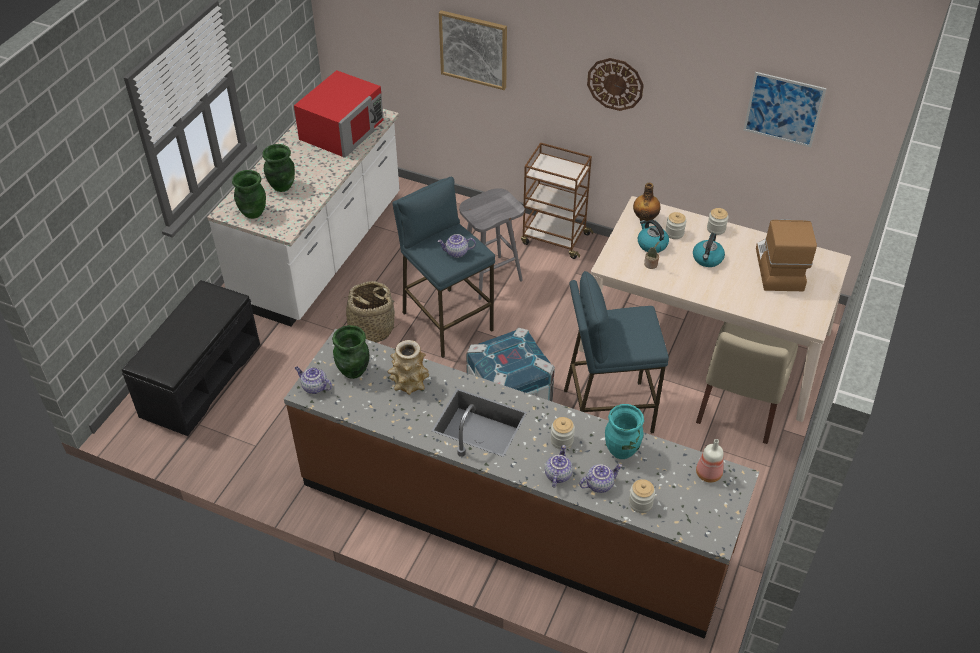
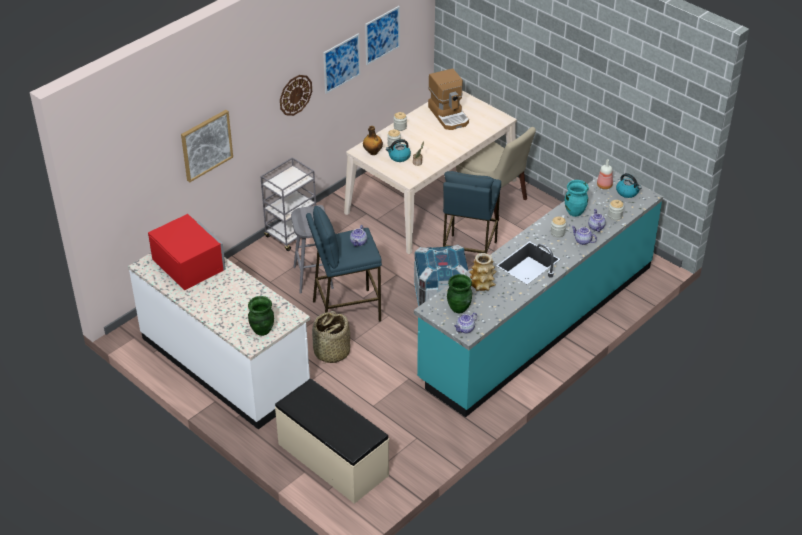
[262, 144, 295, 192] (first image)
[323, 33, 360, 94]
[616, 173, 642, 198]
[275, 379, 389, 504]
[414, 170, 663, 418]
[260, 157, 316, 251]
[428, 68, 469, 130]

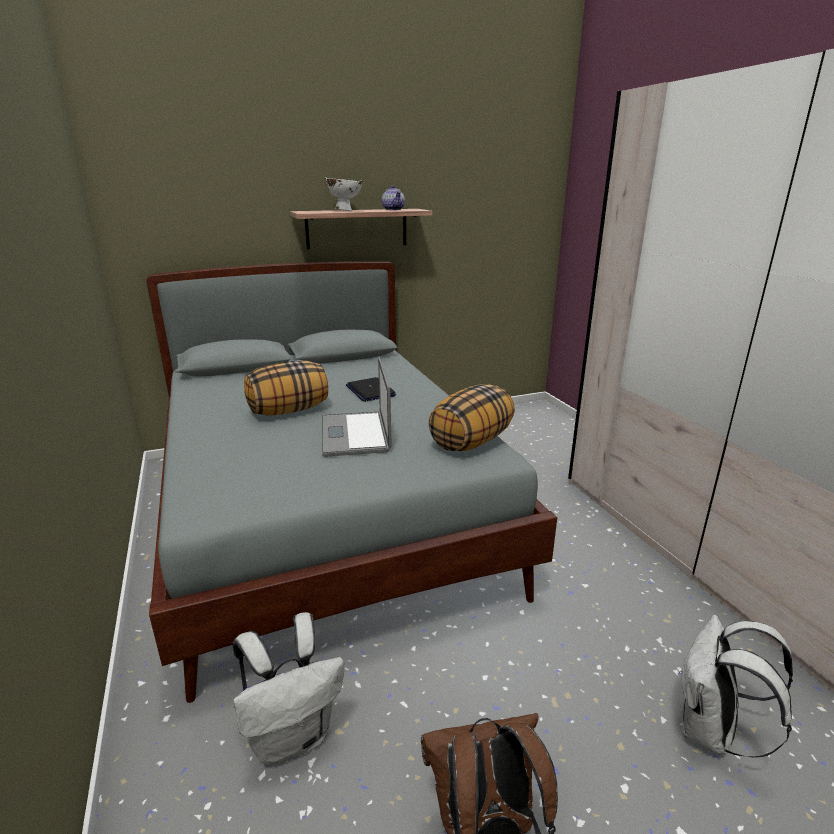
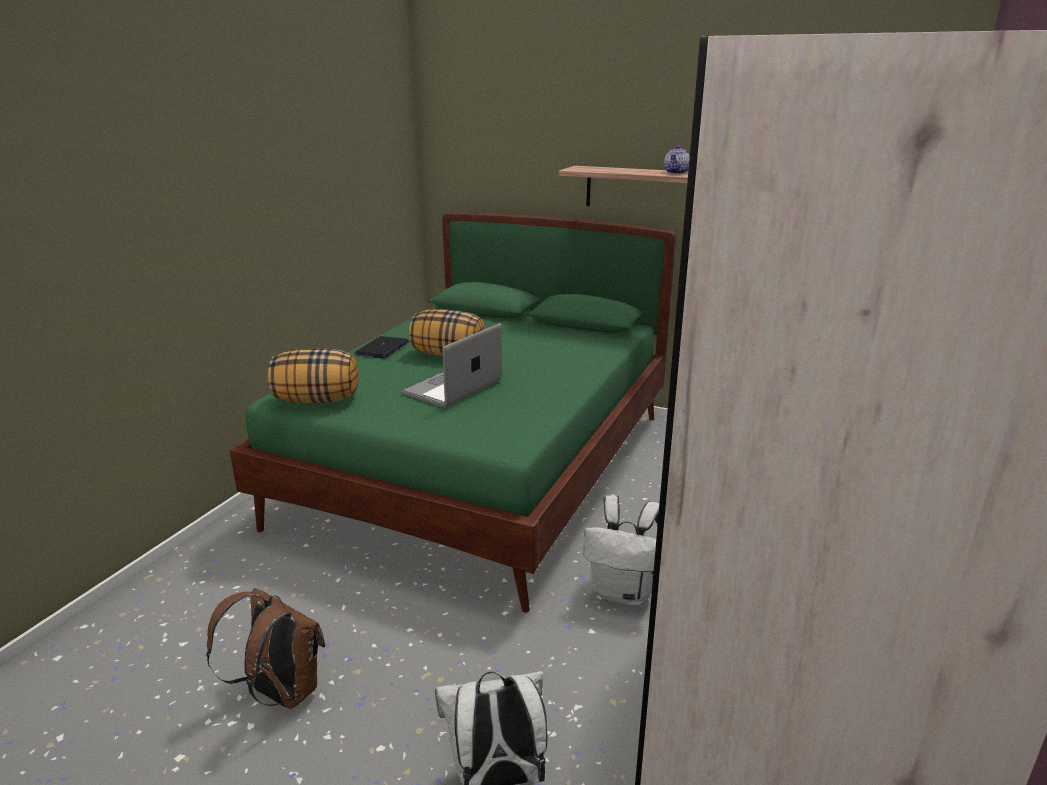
[325, 177, 362, 211] (first image)
[583, 495, 659, 606]
[354, 336, 409, 358]
[268, 349, 359, 403]
[229, 212, 676, 613]

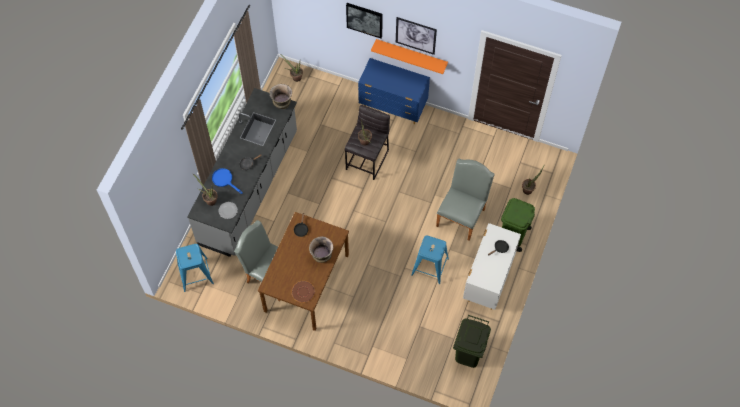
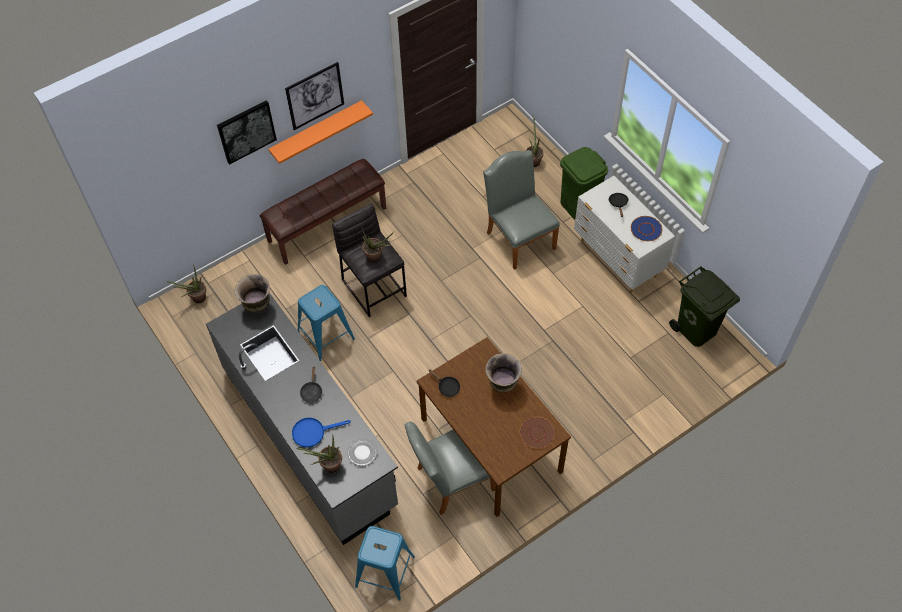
[631, 216, 662, 241]
[298, 285, 355, 361]
[260, 159, 386, 265]

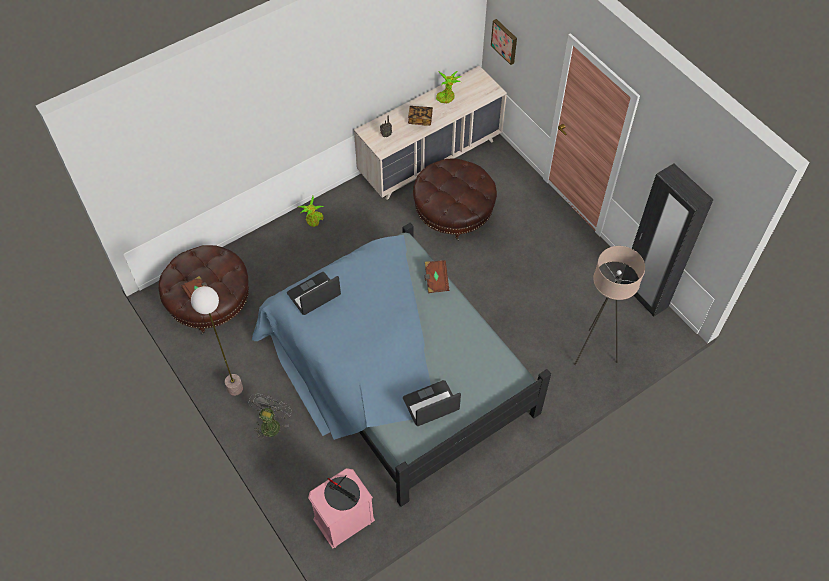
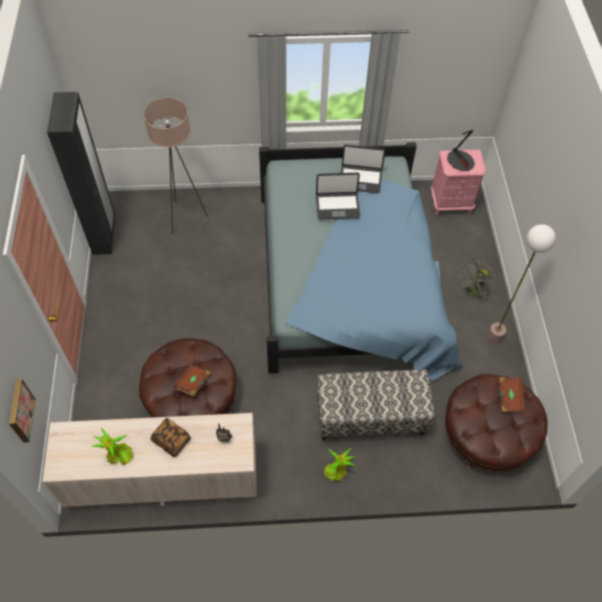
[317, 369, 435, 440]
[316, 173, 360, 219]
[173, 364, 211, 397]

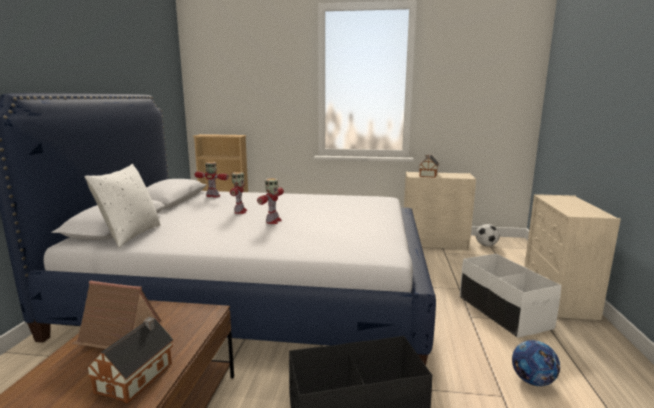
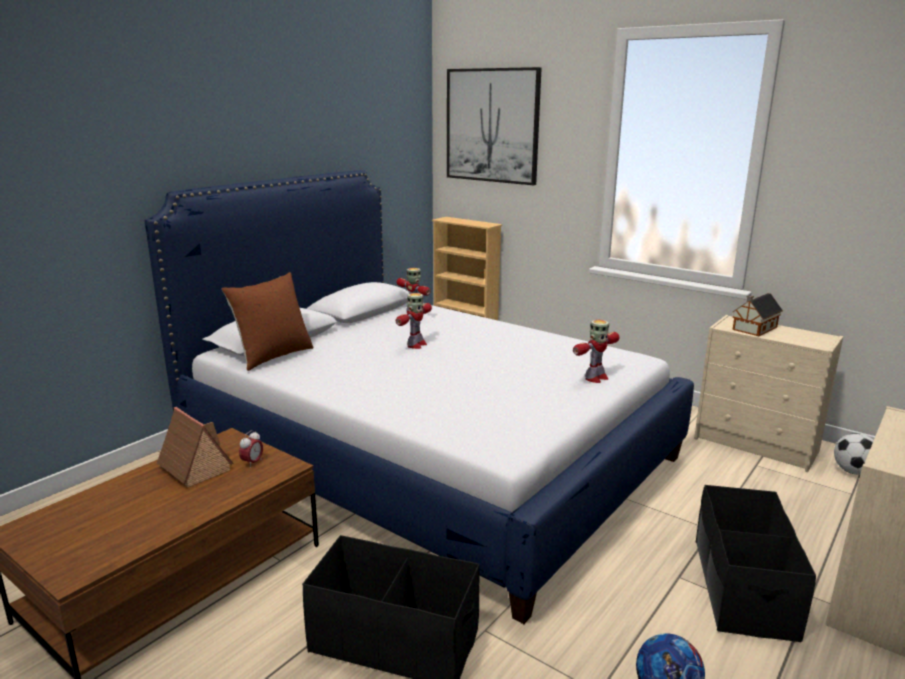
[85, 317, 174, 403] (first image)
[239, 430, 263, 468]
[447, 67, 542, 185]
[573, 320, 620, 383]
[222, 272, 314, 371]
[696, 485, 816, 642]

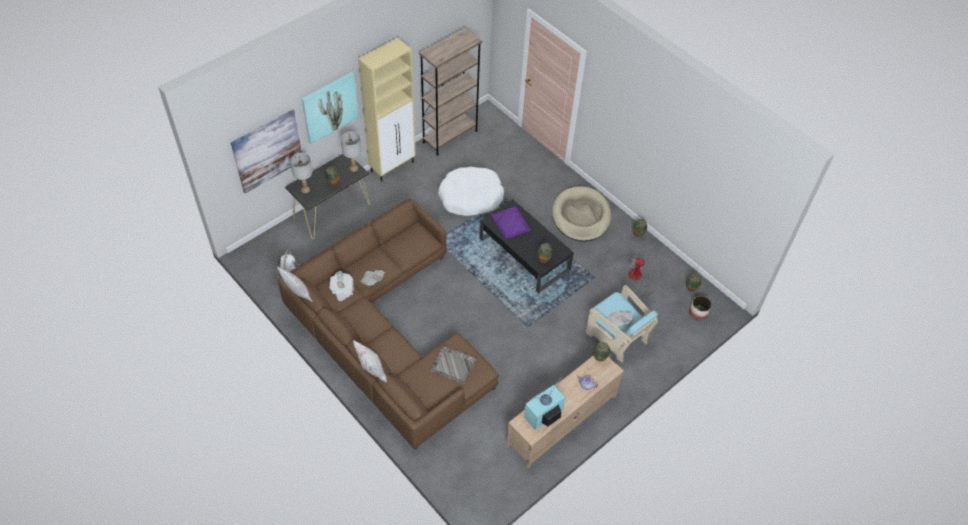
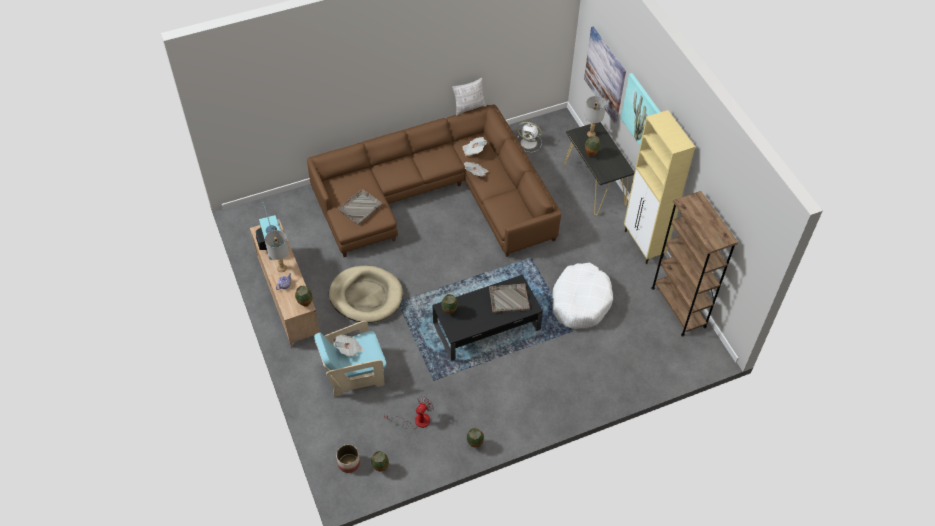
[353, 340, 387, 382] (first image)
[265, 230, 289, 272]
[329, 265, 403, 323]
[489, 284, 530, 313]

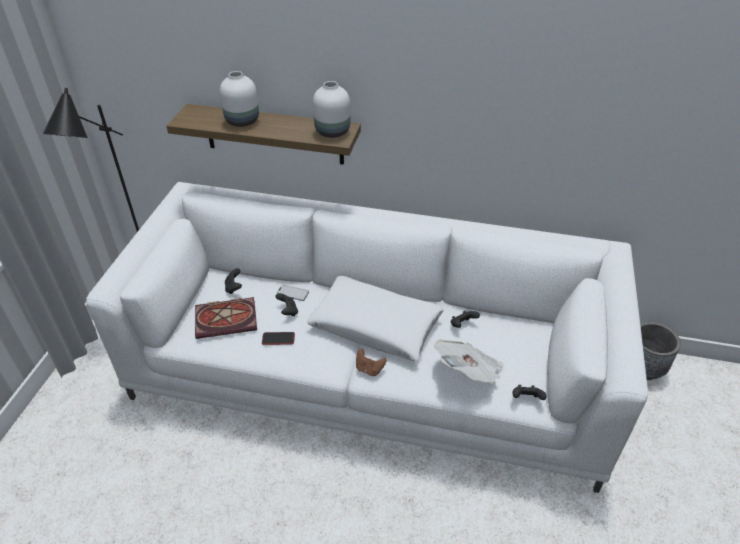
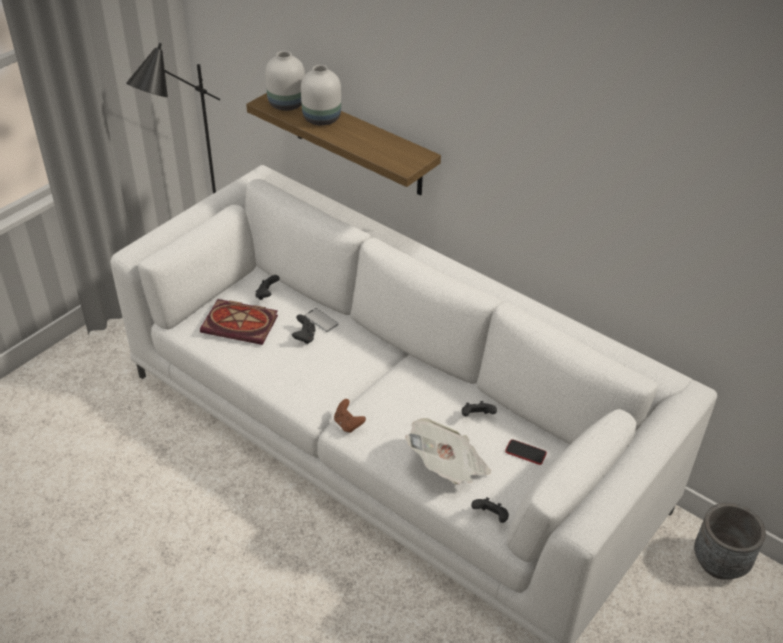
[306, 276, 444, 361] (first image)
[505, 439, 547, 465]
[265, 51, 305, 111]

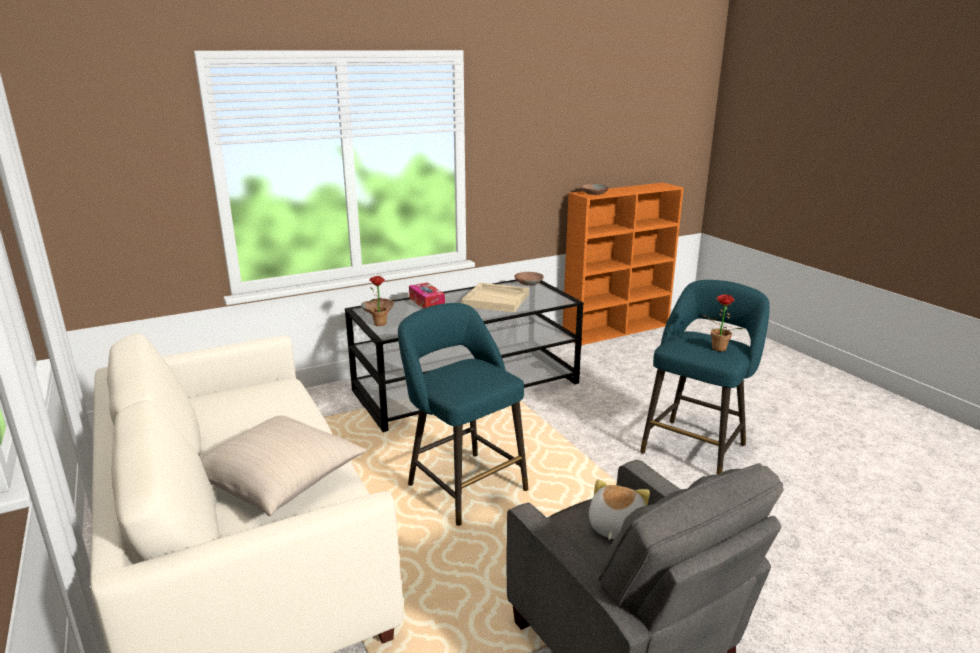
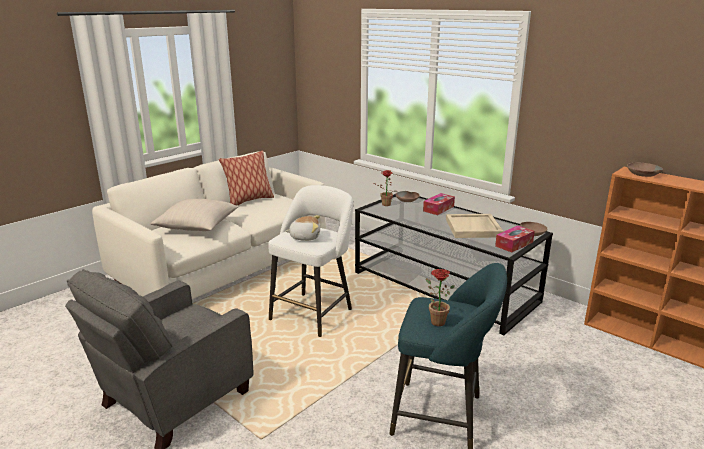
[219, 151, 274, 206]
[495, 226, 535, 252]
[285, 215, 320, 241]
[268, 185, 353, 337]

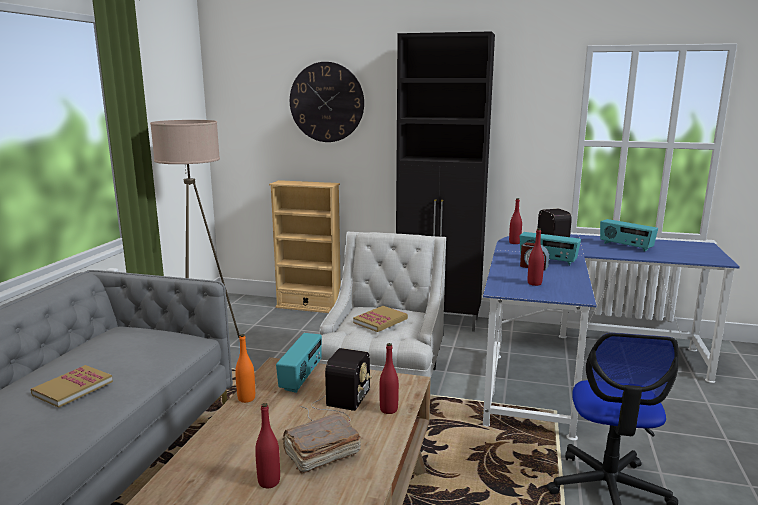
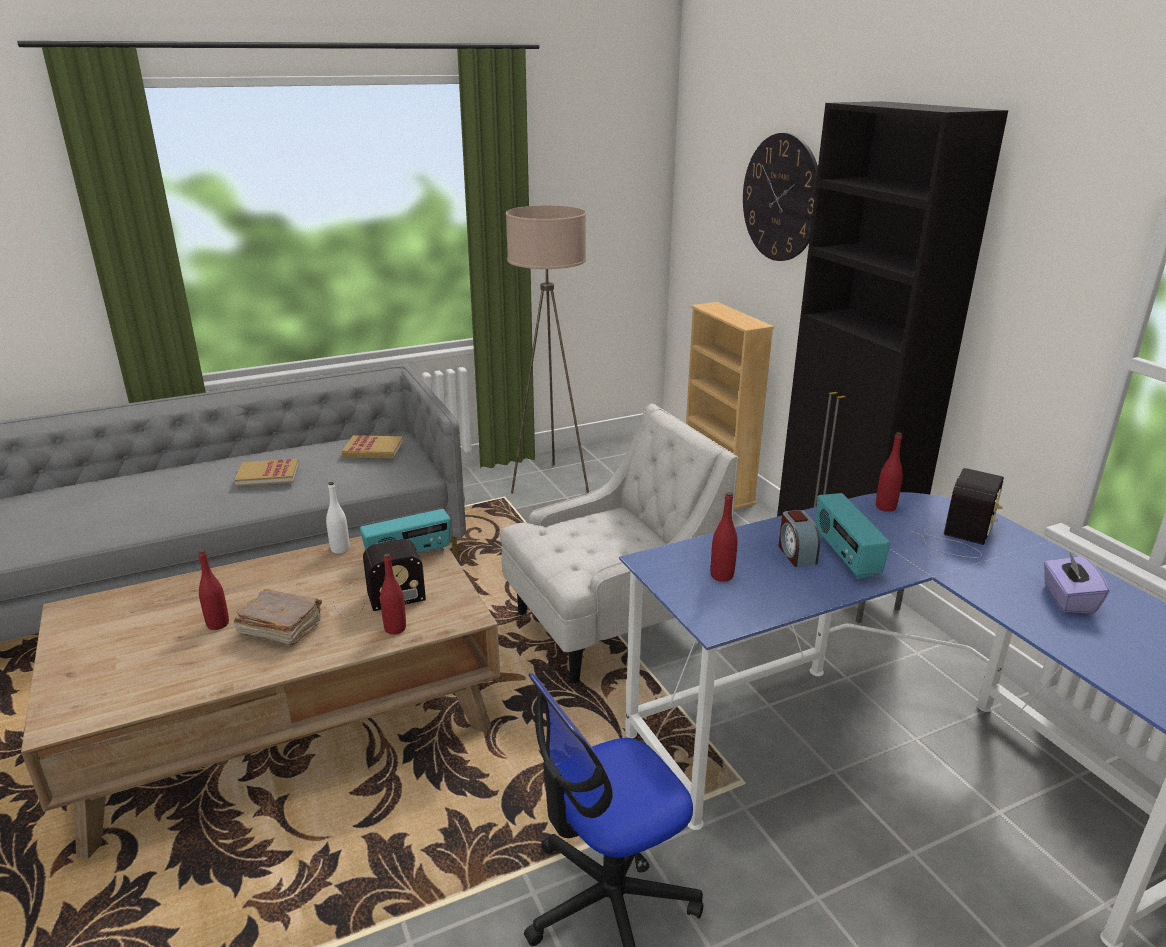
[342, 435, 403, 459]
[1044, 553, 1109, 614]
[326, 482, 350, 554]

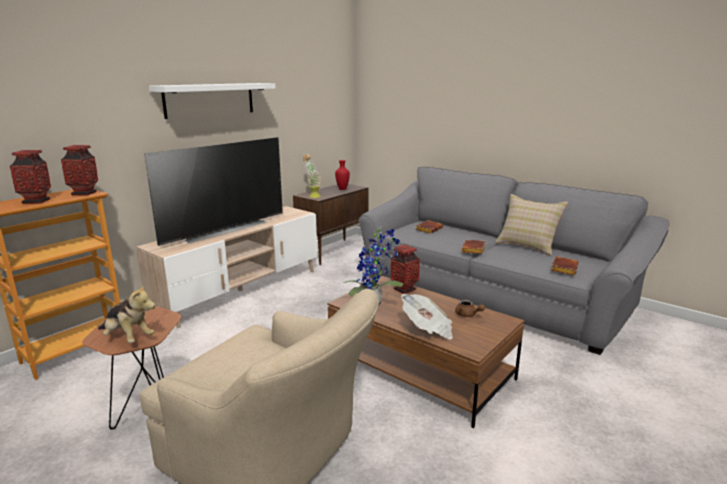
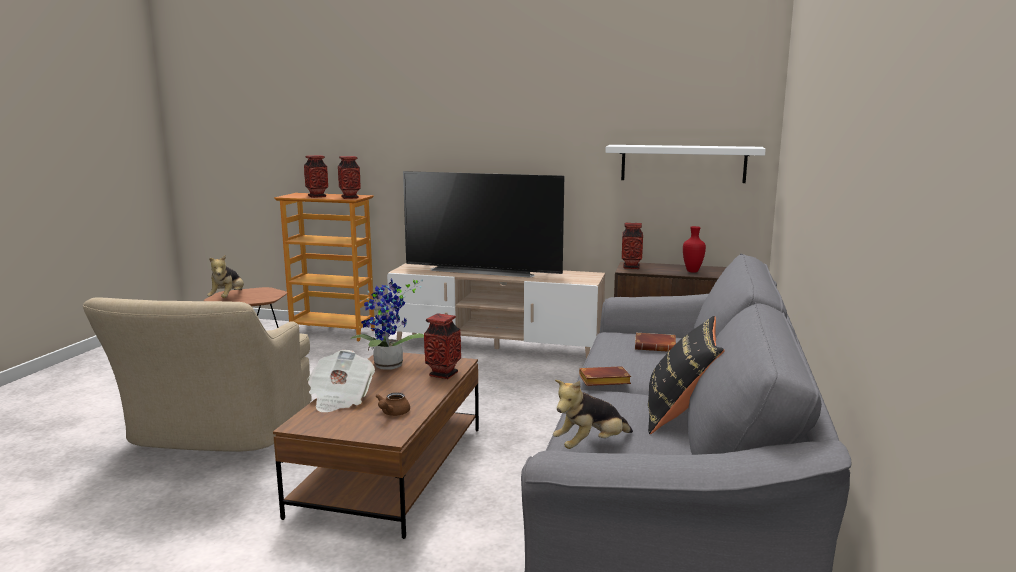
[605, 145, 766, 183]
[622, 223, 643, 269]
[553, 380, 633, 449]
[648, 316, 725, 434]

